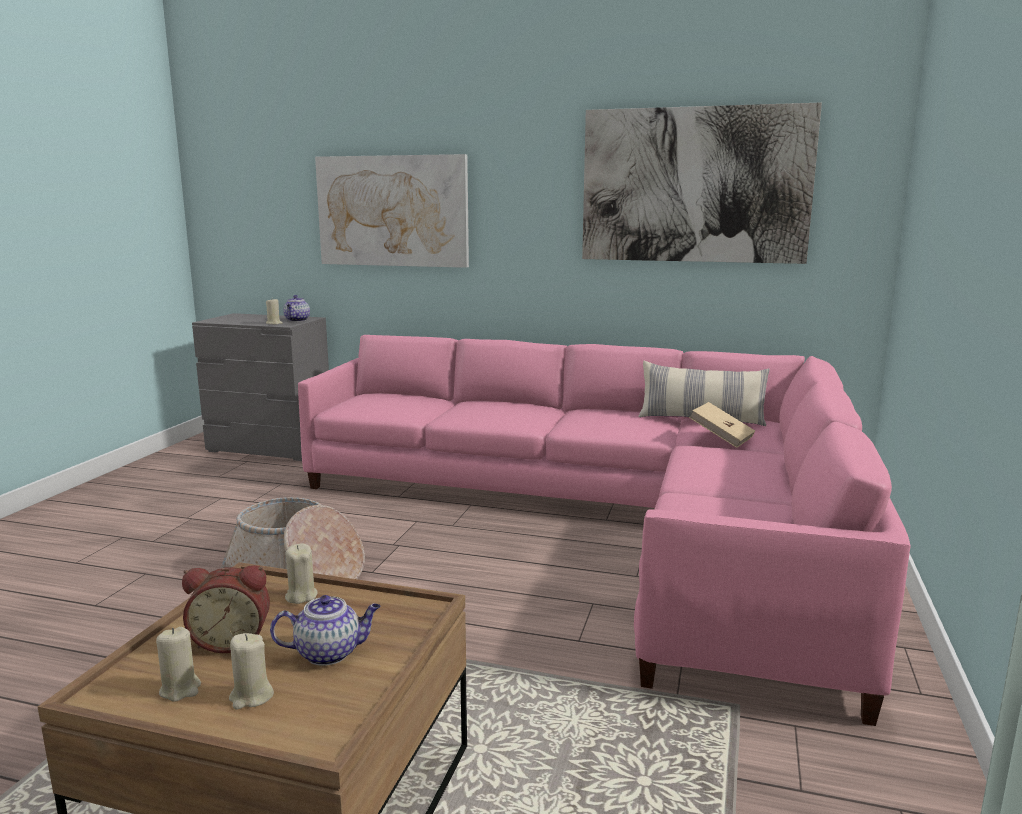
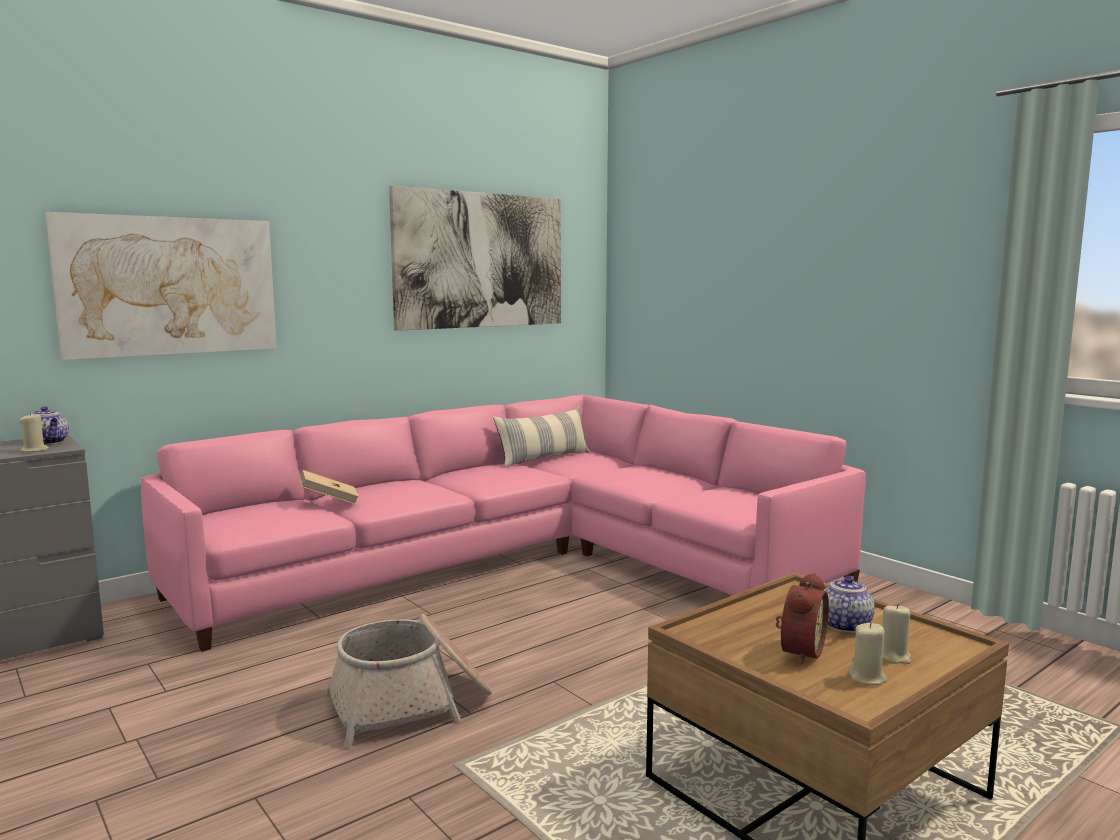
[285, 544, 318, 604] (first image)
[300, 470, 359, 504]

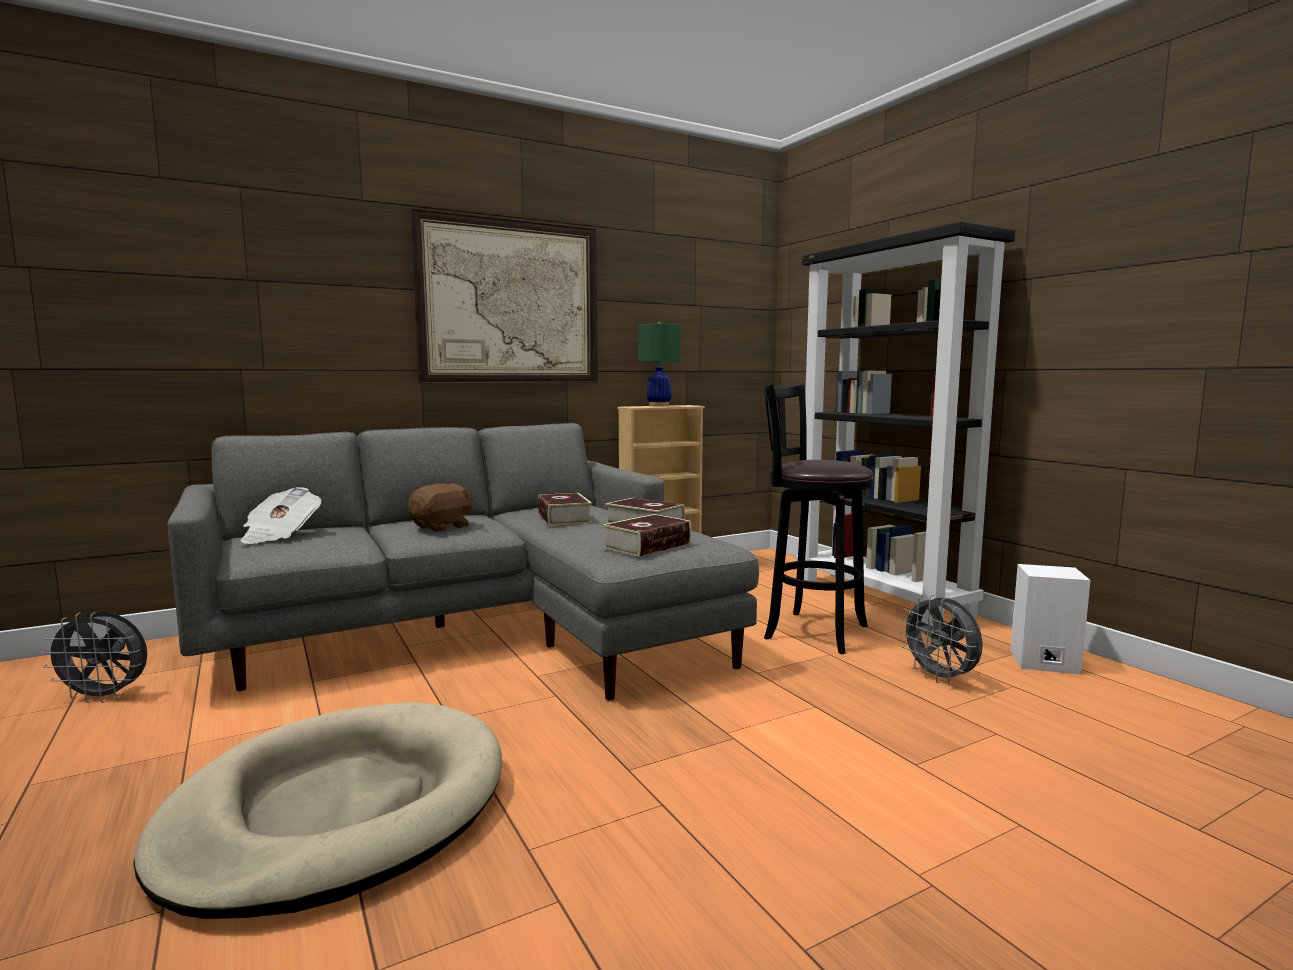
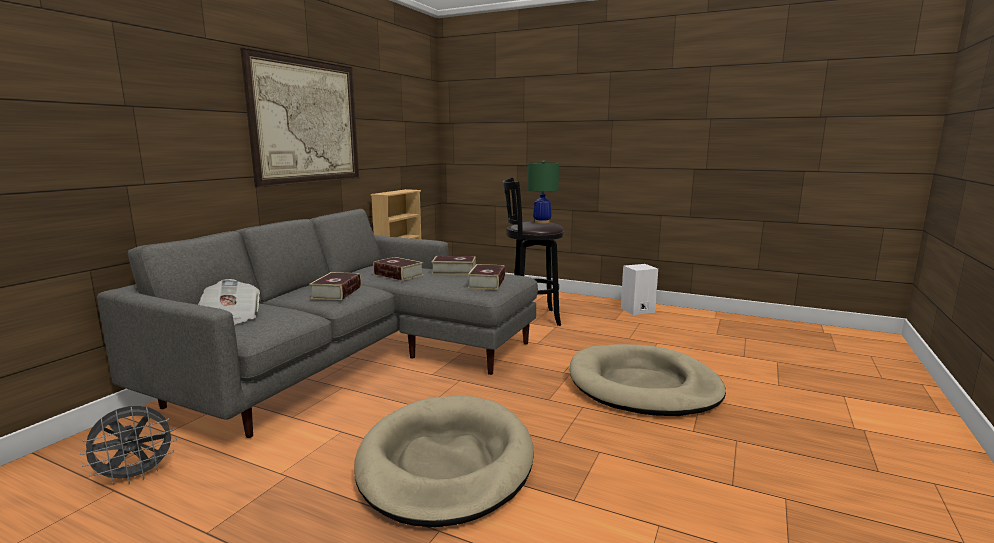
[796, 221, 1015, 626] (first image)
[899, 595, 983, 684] (first image)
[570, 344, 726, 416]
[527, 160, 559, 224]
[309, 272, 361, 300]

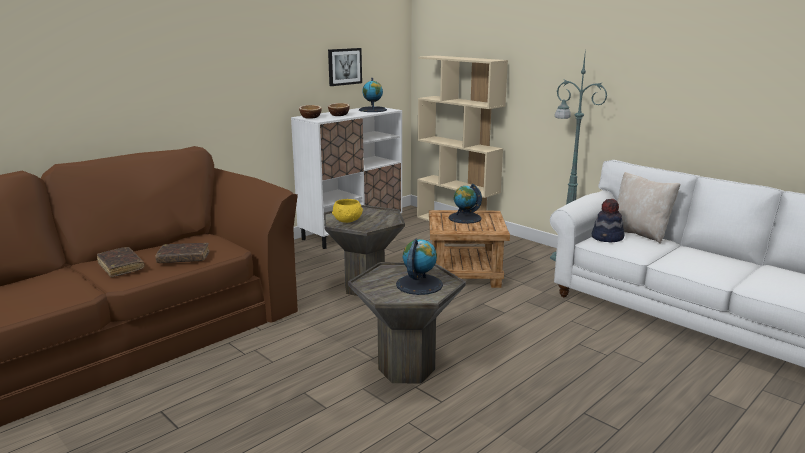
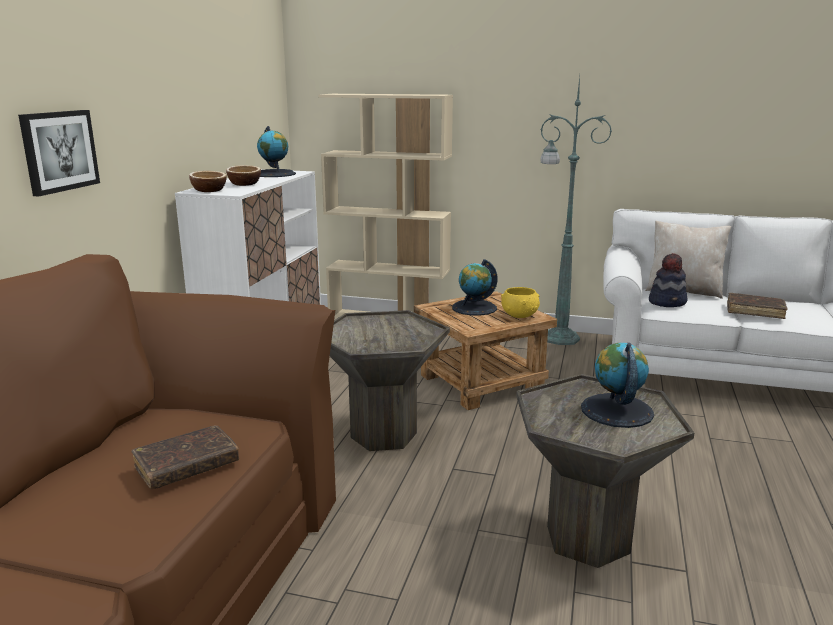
[727, 293, 787, 319]
[18, 110, 100, 197]
[501, 287, 540, 318]

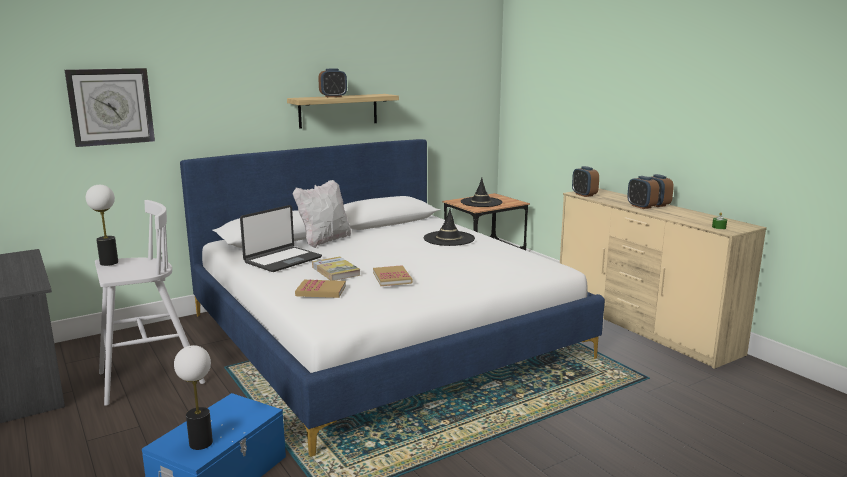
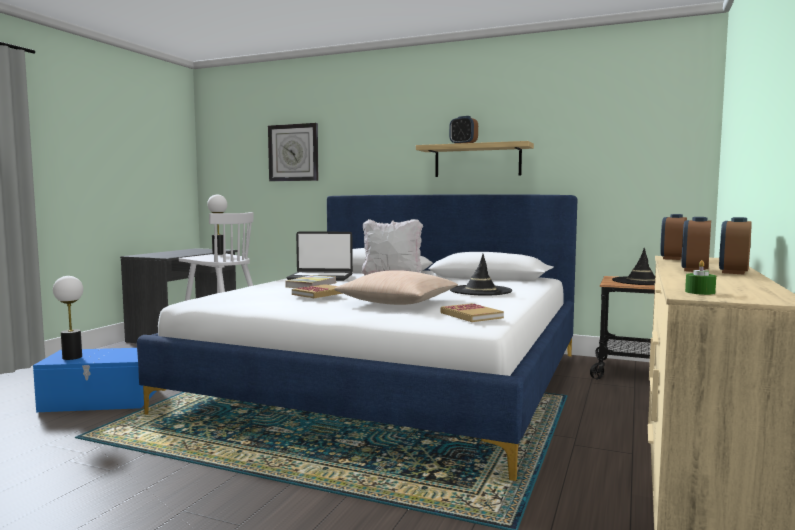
[334, 270, 458, 305]
[441, 303, 504, 322]

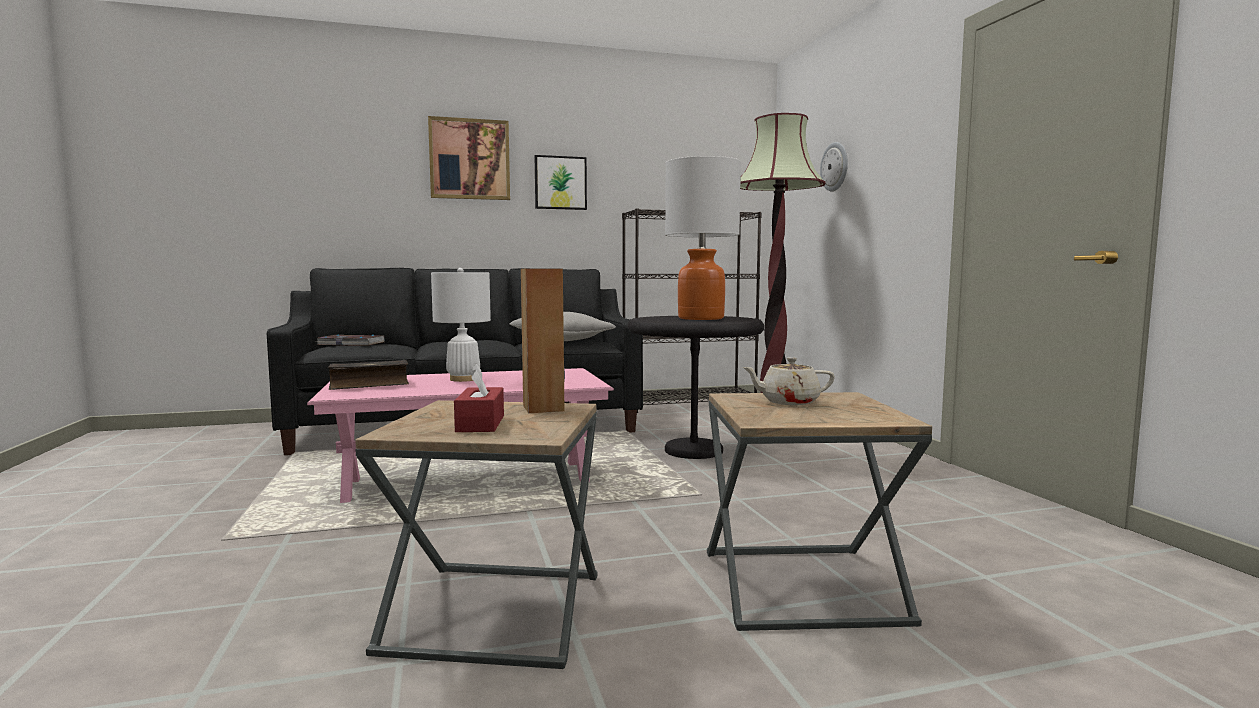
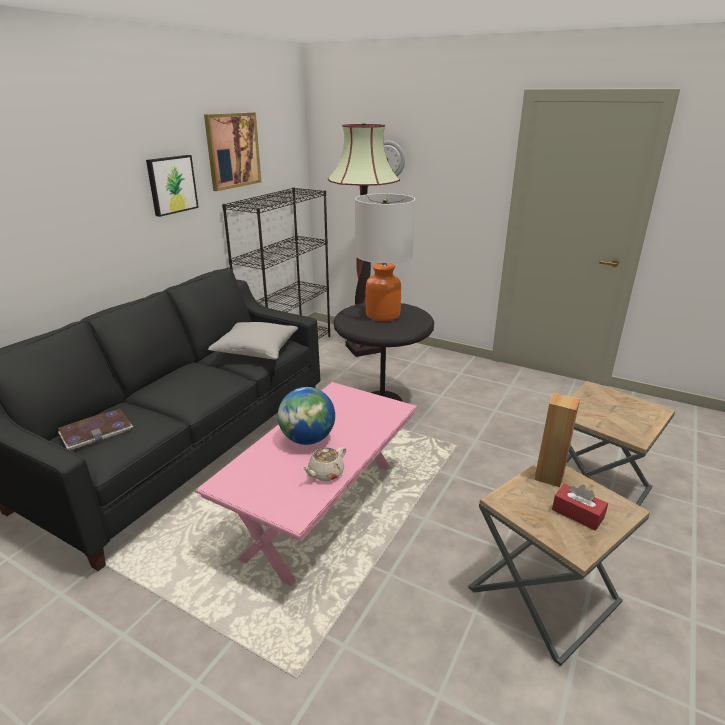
[328, 360, 409, 390] (first image)
[204, 112, 261, 191]
[302, 447, 346, 481]
[278, 387, 335, 445]

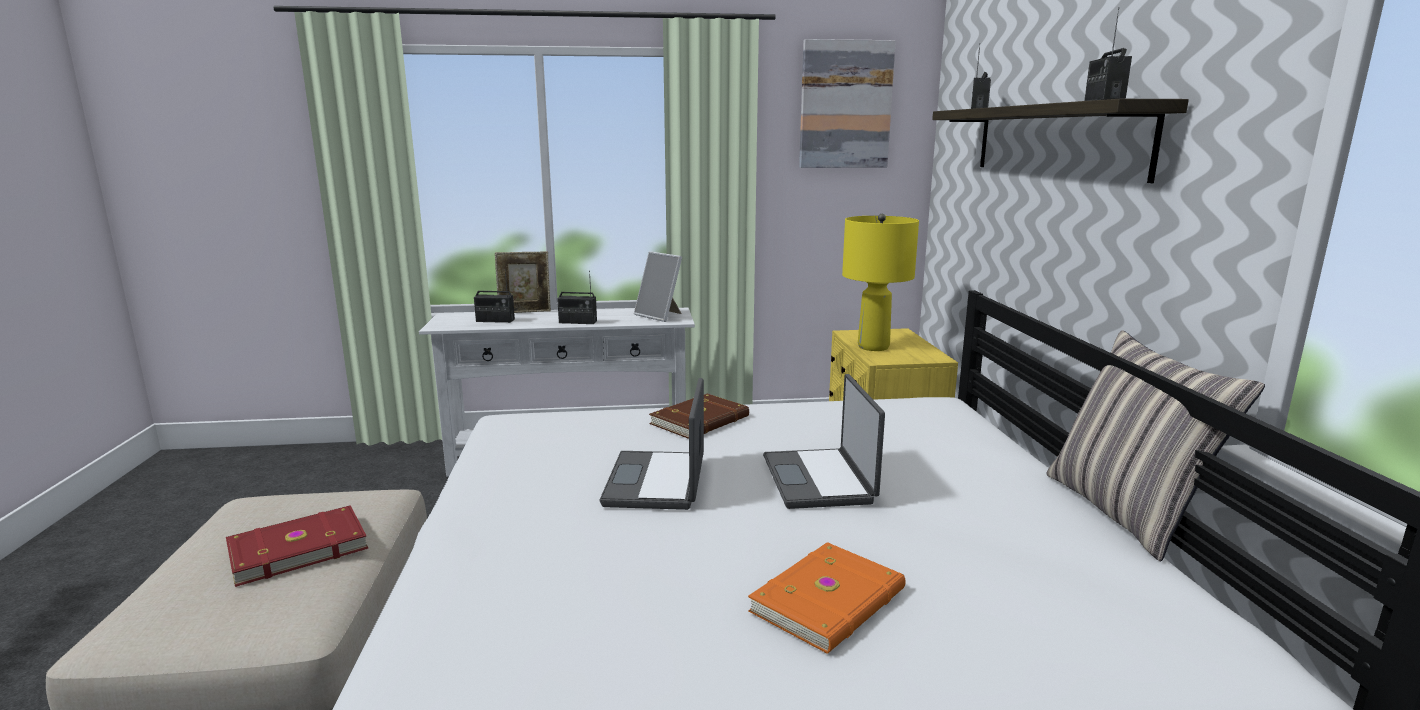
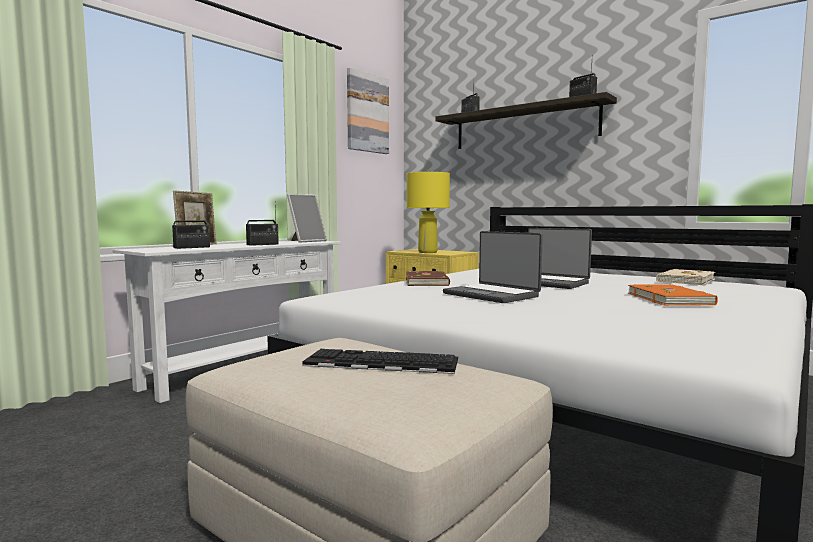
[1046, 330, 1265, 562] (first image)
[656, 269, 715, 285]
[302, 349, 458, 374]
[287, 194, 327, 242]

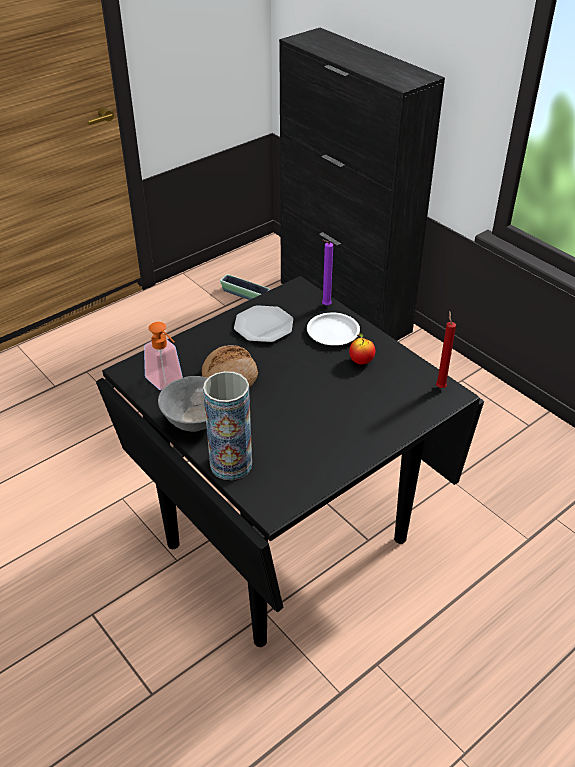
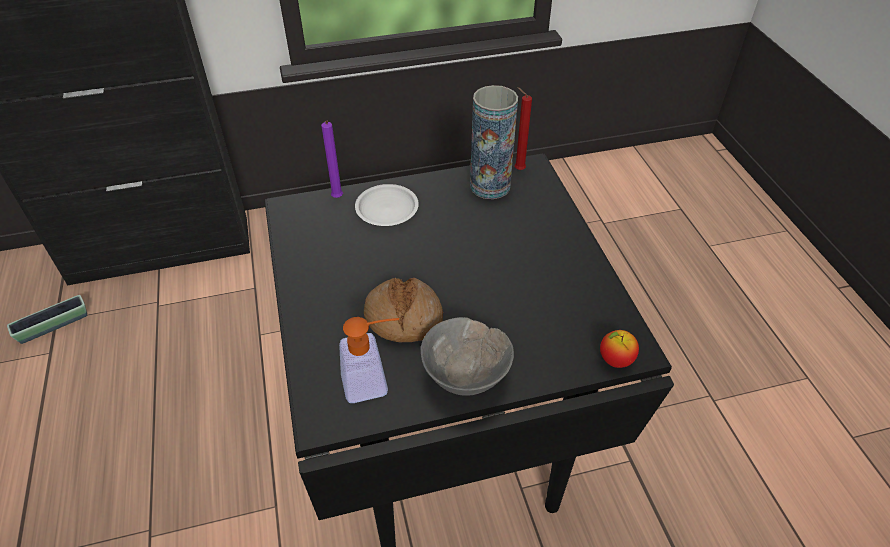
[234, 305, 293, 342] (first image)
[470, 85, 518, 199]
[600, 330, 639, 368]

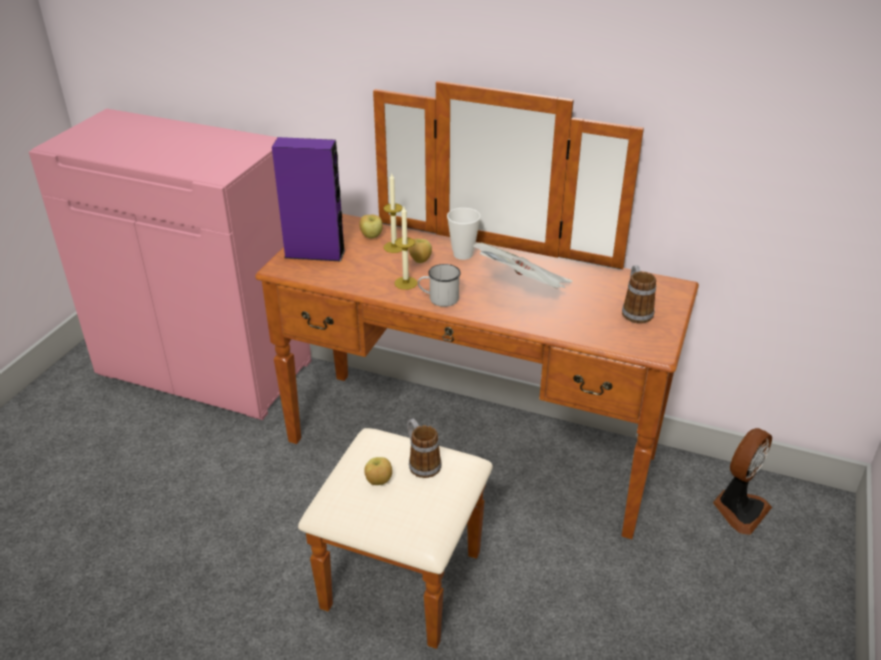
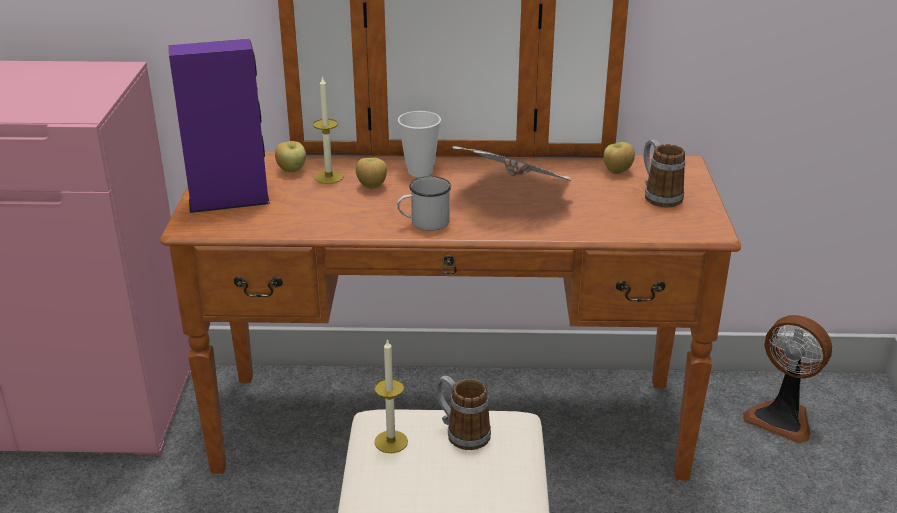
[604, 142, 635, 174]
[374, 339, 408, 453]
[743, 315, 832, 443]

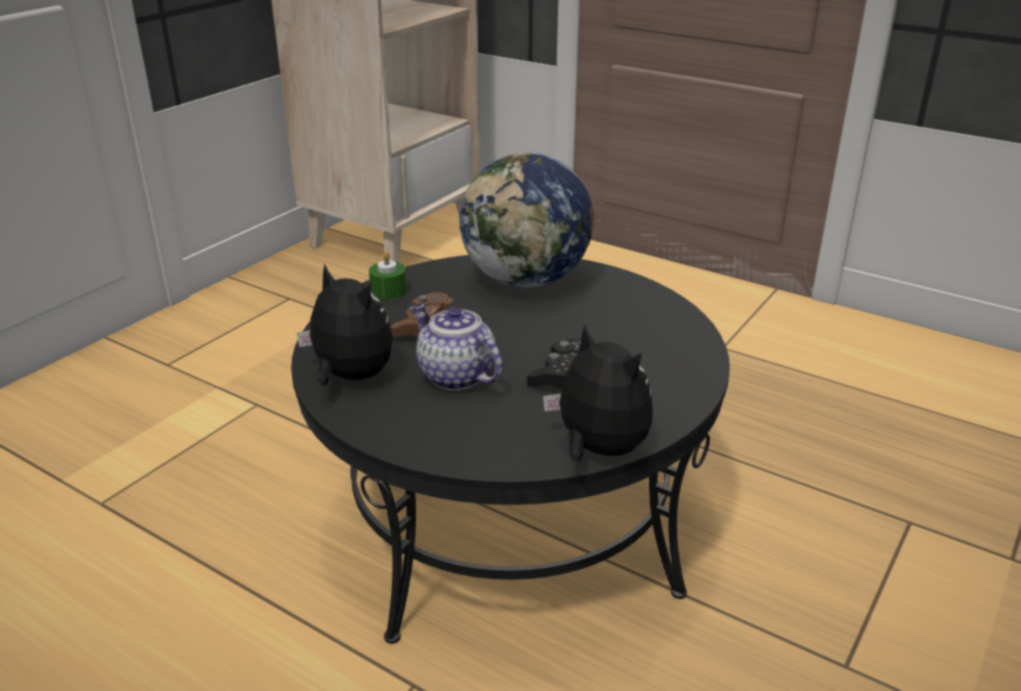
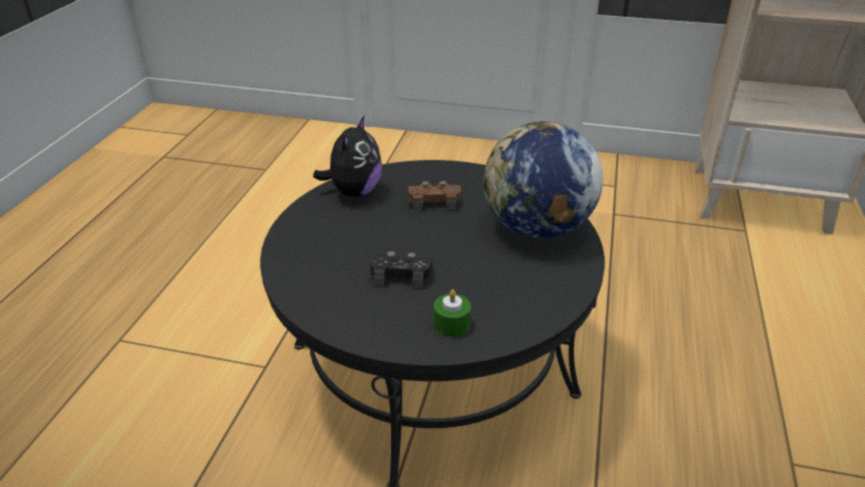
[412, 303, 503, 390] (first image)
[543, 323, 653, 462] (first image)
[434, 289, 471, 337]

